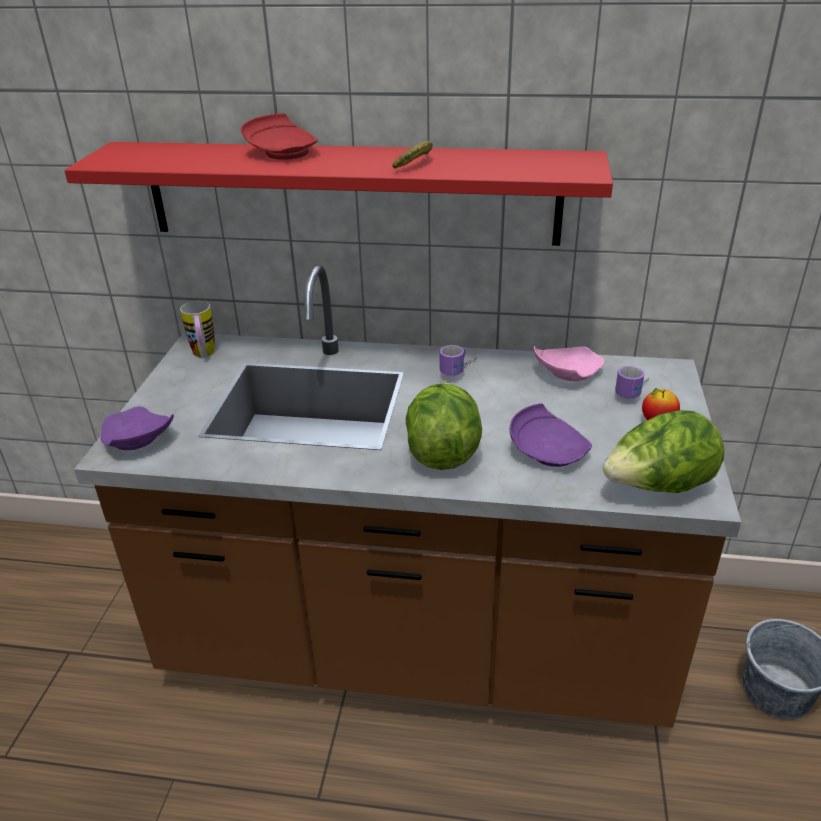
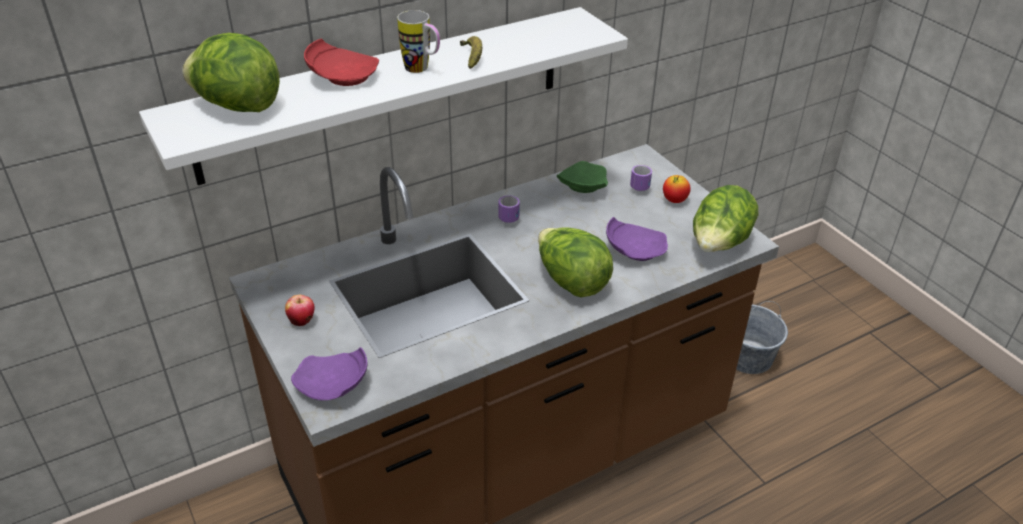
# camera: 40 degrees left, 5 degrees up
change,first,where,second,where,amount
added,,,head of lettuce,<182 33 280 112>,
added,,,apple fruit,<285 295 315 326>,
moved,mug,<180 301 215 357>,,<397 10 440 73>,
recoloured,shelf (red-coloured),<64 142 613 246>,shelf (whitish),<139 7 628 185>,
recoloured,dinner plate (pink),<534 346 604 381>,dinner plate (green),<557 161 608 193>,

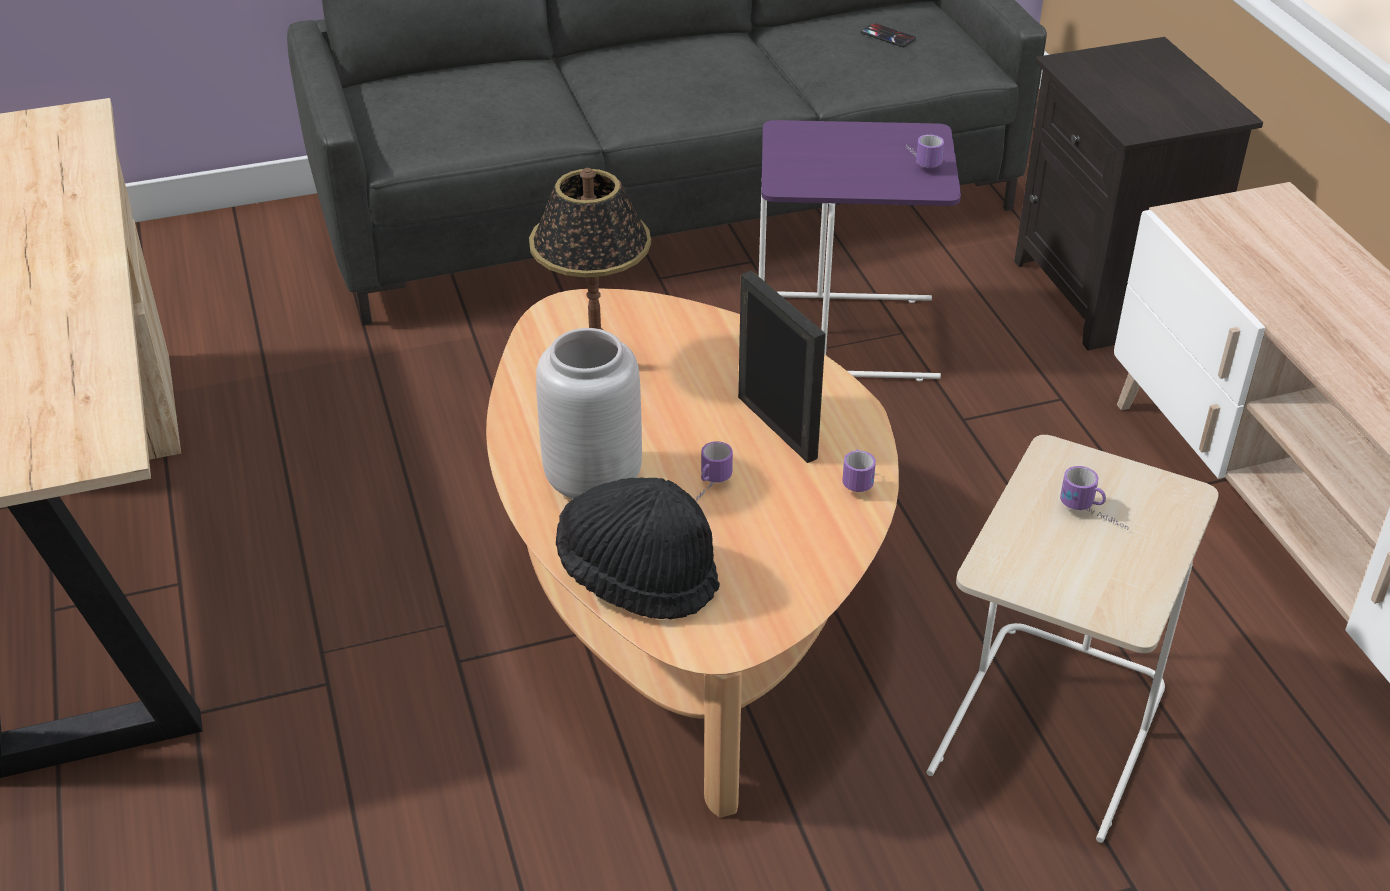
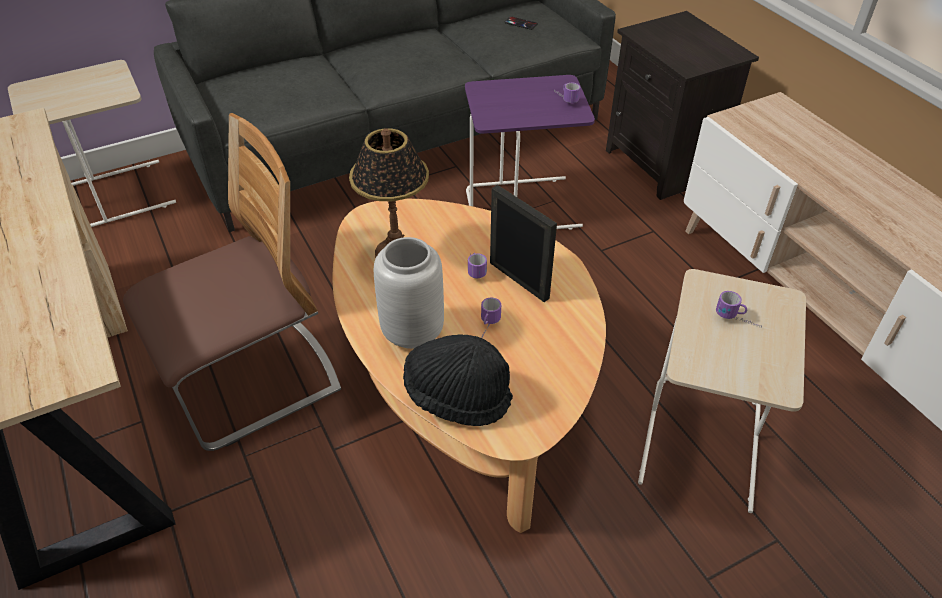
# camera: 10 degrees left, 5 degrees up
change,first,where,second,where,amount
added,,,end table (sand-coloured),<8 60 176 227>,
added,,,upright chair,<123 113 341 451>,
moved,mug,<842 449 876 492>,,<468 253 487 278>,

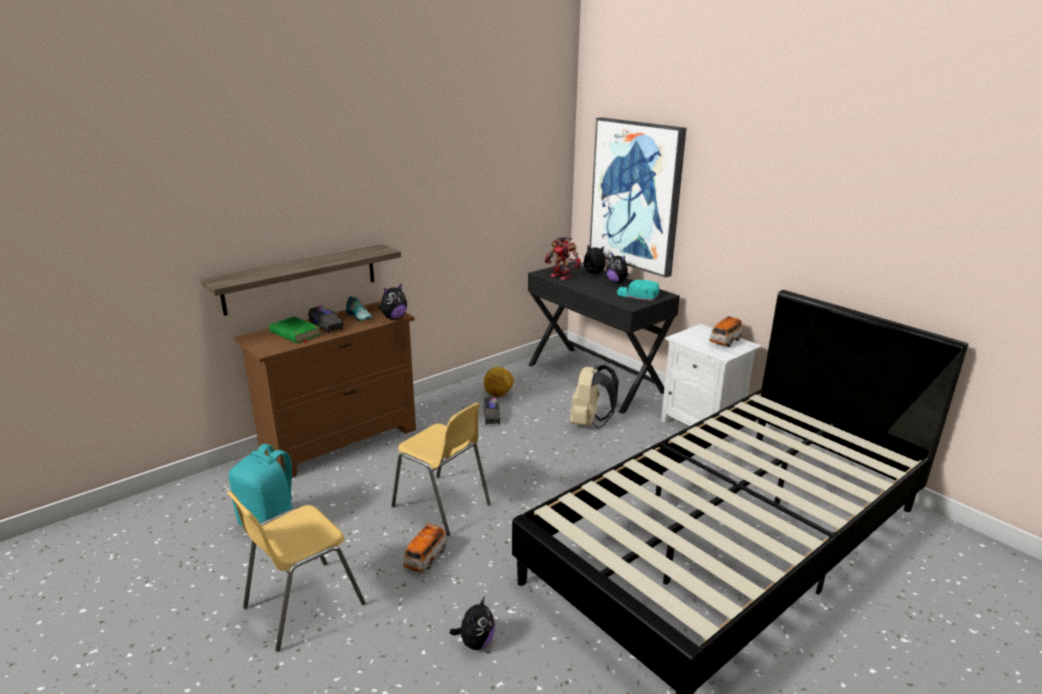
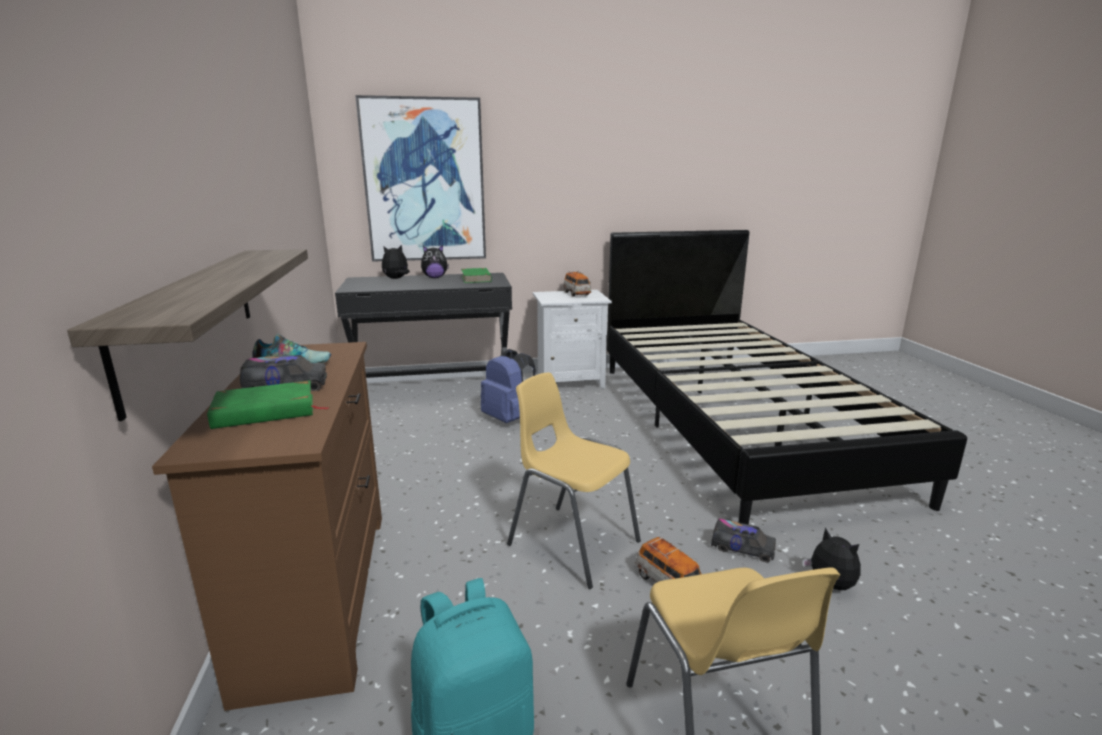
# camera: 60 degrees left, 5 degrees down
change,first,where,second,where,amount
removed,cuddly toy,<378 284 407 320>,,,
removed,football ball,<484 367 514 397>,,,
removed,model robot,<545 237 581 280>,,,
moved,toy truck,<484 397 500 425>,,<711 519 776 563>,
replaced,baseball cap (turquoise),<617 280 659 301>,bound book (green),<461 268 492 283>,
recoloured,backpack (sand-coloured),<570 365 619 428>,backpack (blue),<481 349 536 423>,
turned,upright chair (yellow-coloured),<392 402 491 536>,,<507 372 641 589>,120 degrees counterclockwise

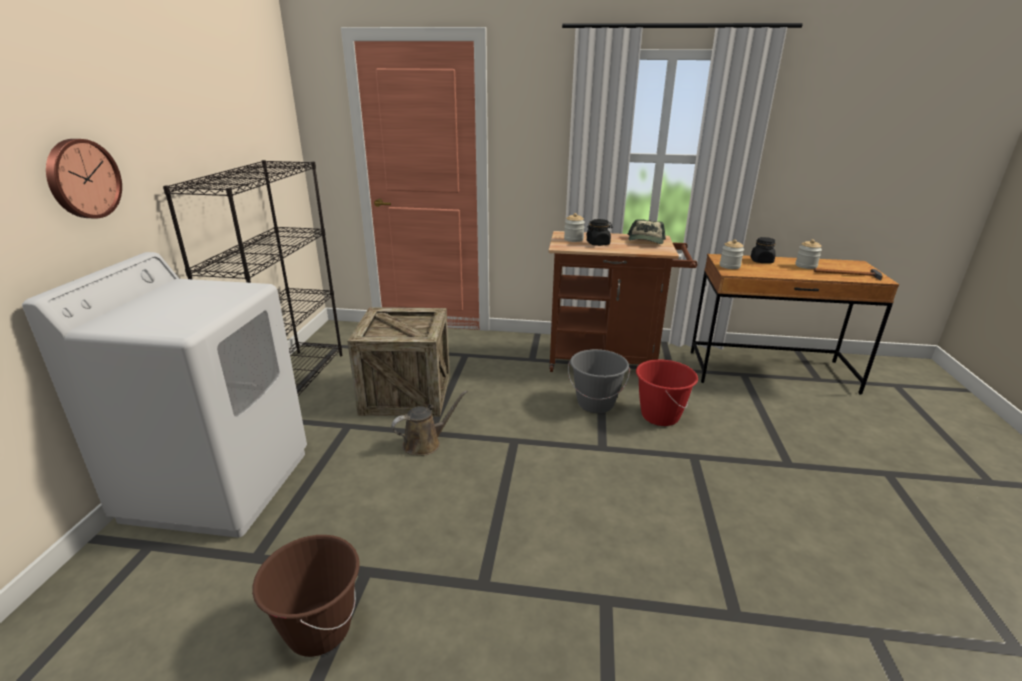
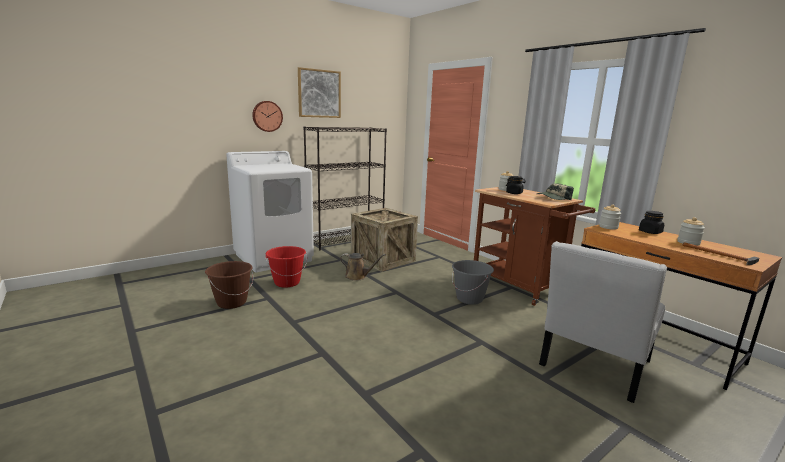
# camera: 45 degrees right, 10 degrees down
change,first,where,second,where,amount
added,,,picture,<298 67 341 118>,
added,,,upright chair (whitish),<539 241 667 403>,
moved,water bucket (red-coloured),<636 359 698 426>,,<265 246 307 288>,

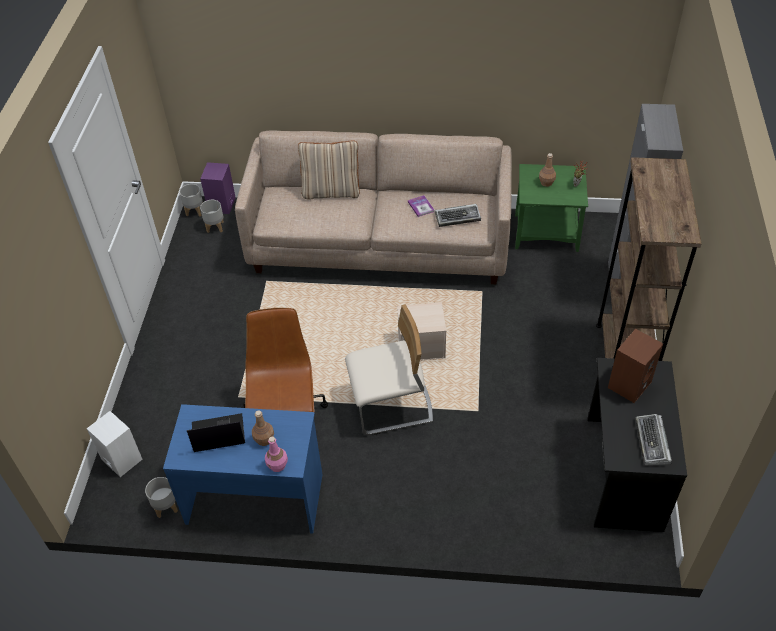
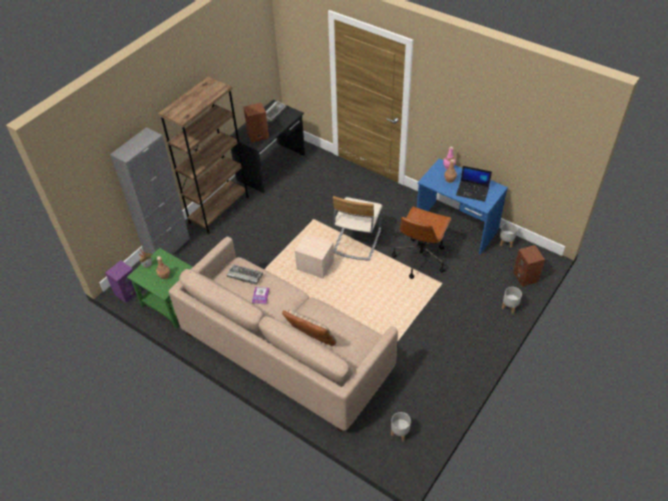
# camera: 150 degrees left, 0 degrees up
change,first,where,second,where,amount
moved,flower pot (greyish),<180 184 203 217>,,<502 287 522 314>,
moved,loudspeaker (purple-coloured),<200 162 236 214>,,<105 260 141 303>,
recoloured,loudspeaker (whitish),<87 411 142 477>,loudspeaker (brown),<513 245 545 287>,
turned,upright chair (sand-coloured),<345 305 433 435>,,<333 196 383 261>,90 degrees counterclockwise

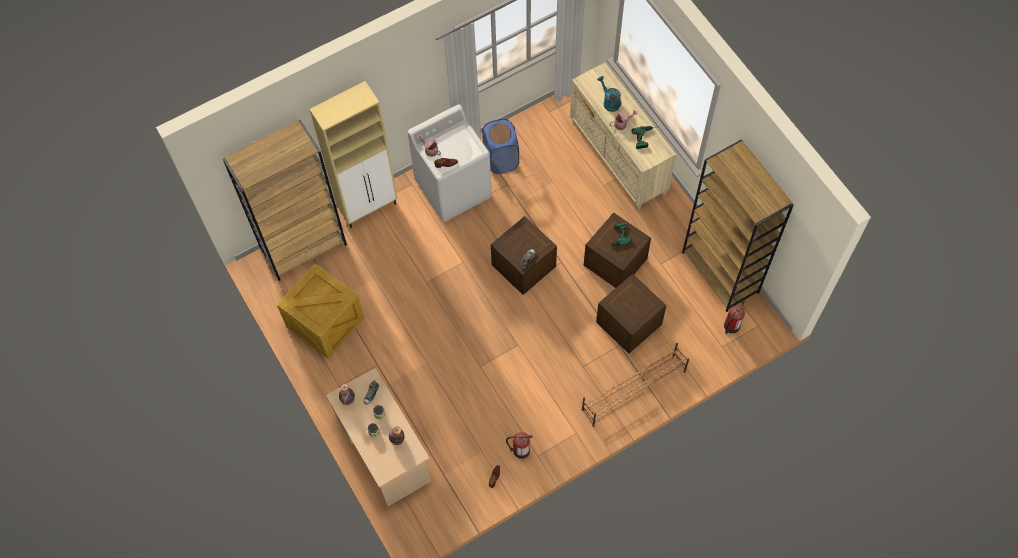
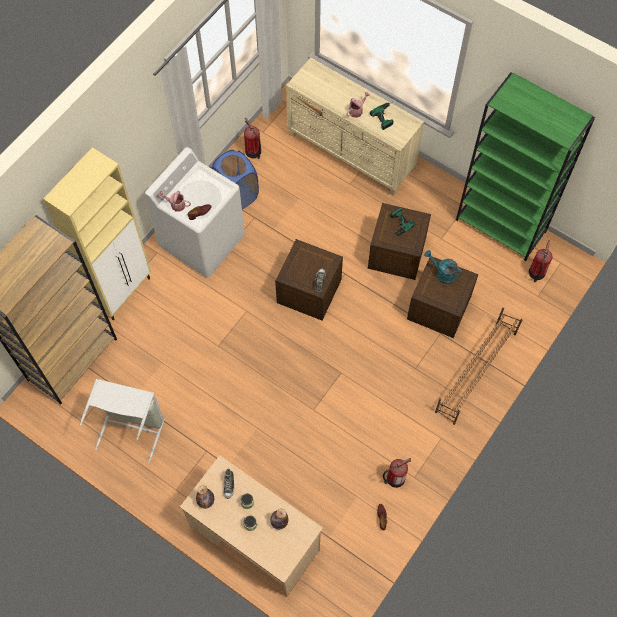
# camera: 25 degrees left, 0 degrees up
change,first,where,second,where,amount
added,,,extinguisher,<244 118 261 159>,
moved,sprinkling can (turquoise),<597 76 622 112>,,<424 250 462 284>,
replaced,packing crate,<277 264 365 359>,washing basket (greyish),<80 379 164 464>,
recoloured,shelving unit (brown),<682 140 794 312>,shelving unit (green),<456 72 595 261>,

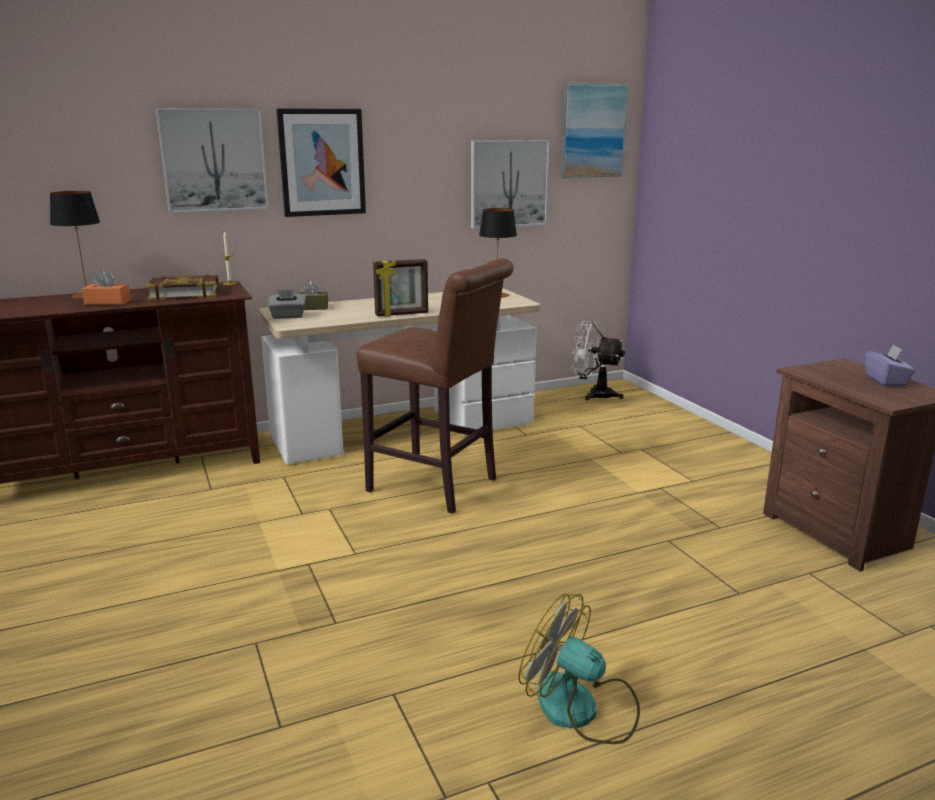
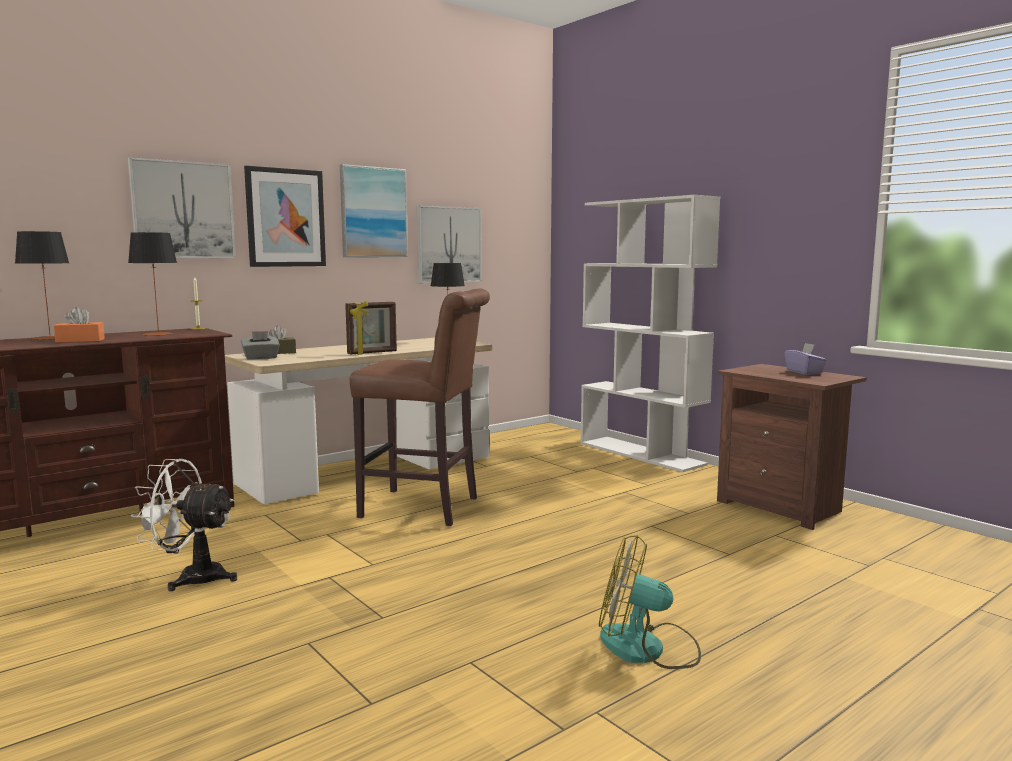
# camera: 15 degrees left, 10 degrees down
change,first,where,second,where,amount
added,,,shelving unit (whitish),<581 195 720 472>,
moved,picture,<560 82 629 178>,,<340 164 408 257>,
moved,cooling fan (whitish),<571 321 625 401>,,<131 459 237 591>,
replaced,bound book,<145 274 219 300>,tabletop lamp,<128 232 177 336>,

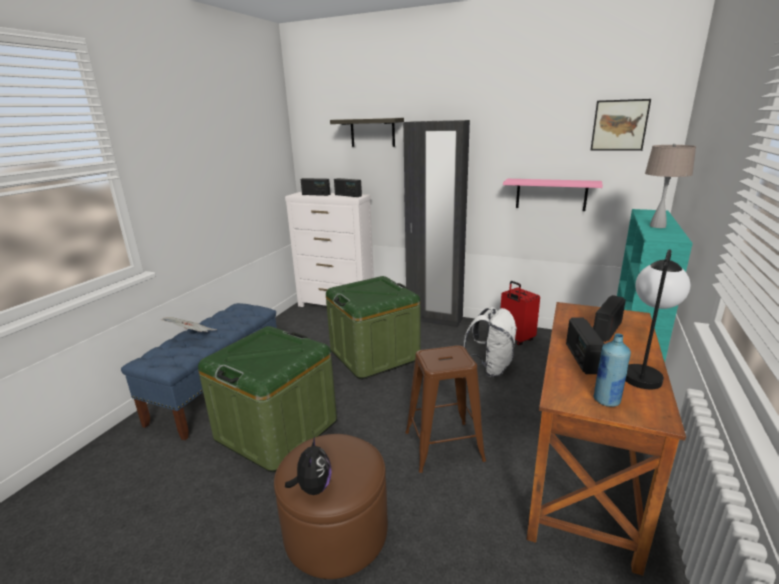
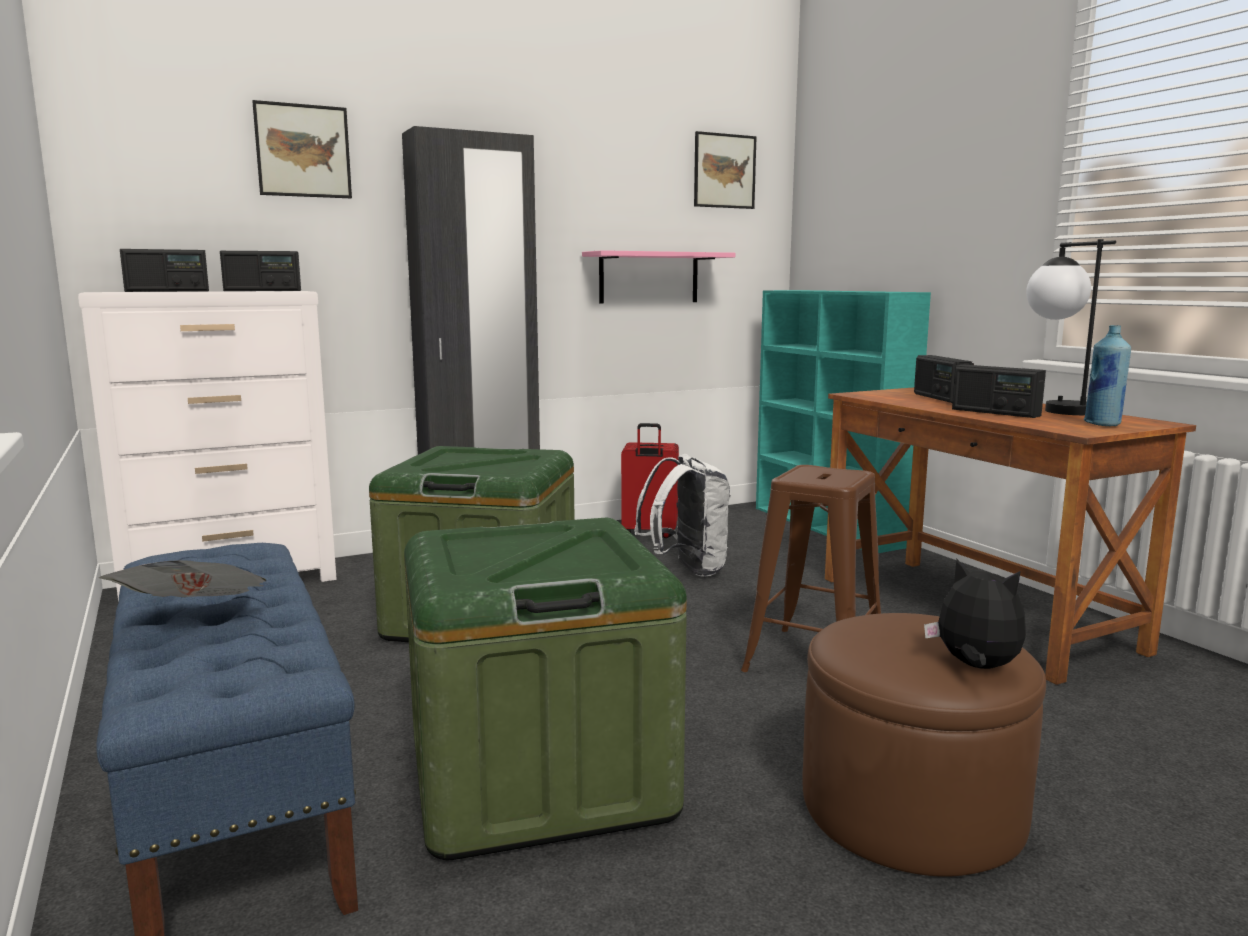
# camera: 50 degrees left, 10 degrees down
change,first,where,second,where,amount
removed,tabletop lamp (sand-coloured),<645 144 696 228>,,,
replaced,shelf,<330 118 404 147>,picture,<252 100 352 198>,

